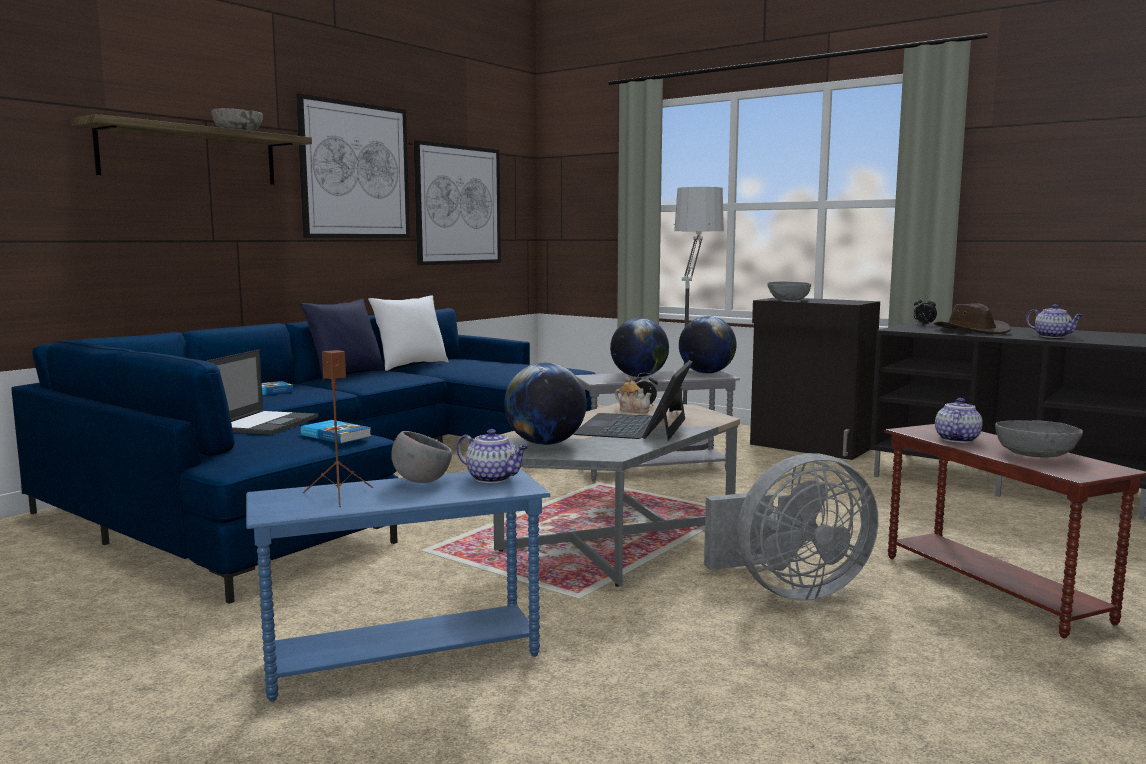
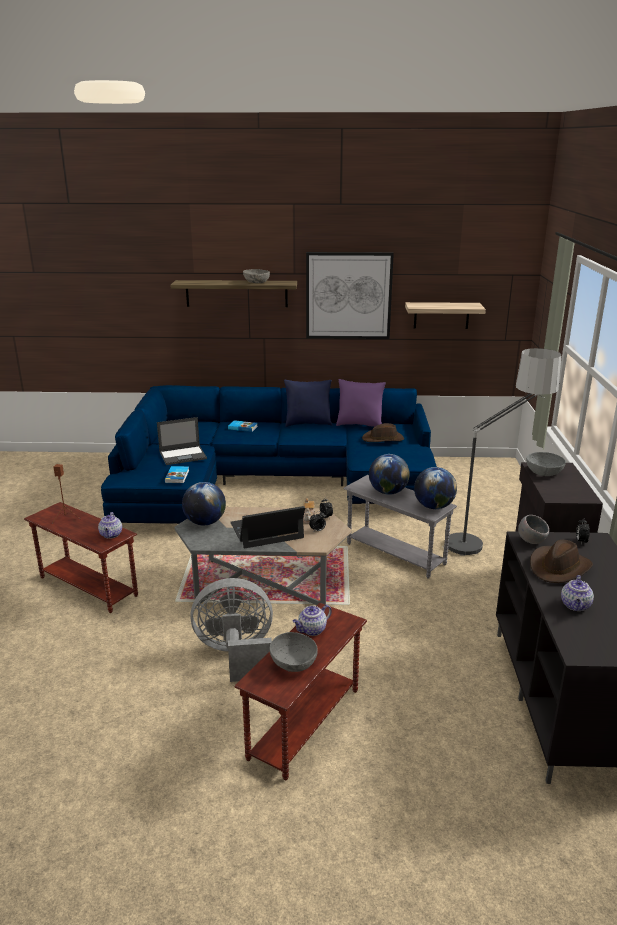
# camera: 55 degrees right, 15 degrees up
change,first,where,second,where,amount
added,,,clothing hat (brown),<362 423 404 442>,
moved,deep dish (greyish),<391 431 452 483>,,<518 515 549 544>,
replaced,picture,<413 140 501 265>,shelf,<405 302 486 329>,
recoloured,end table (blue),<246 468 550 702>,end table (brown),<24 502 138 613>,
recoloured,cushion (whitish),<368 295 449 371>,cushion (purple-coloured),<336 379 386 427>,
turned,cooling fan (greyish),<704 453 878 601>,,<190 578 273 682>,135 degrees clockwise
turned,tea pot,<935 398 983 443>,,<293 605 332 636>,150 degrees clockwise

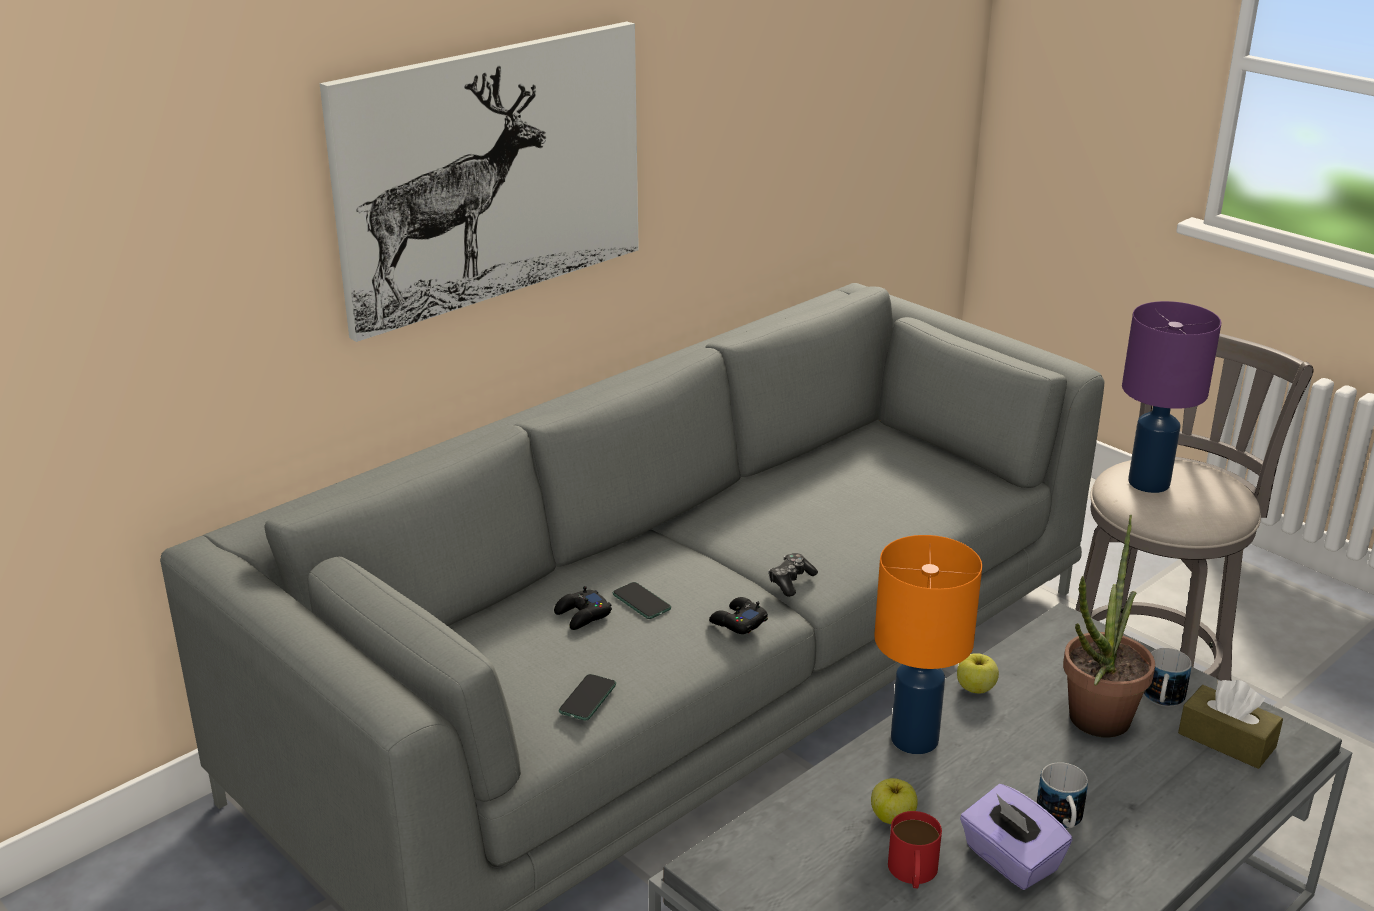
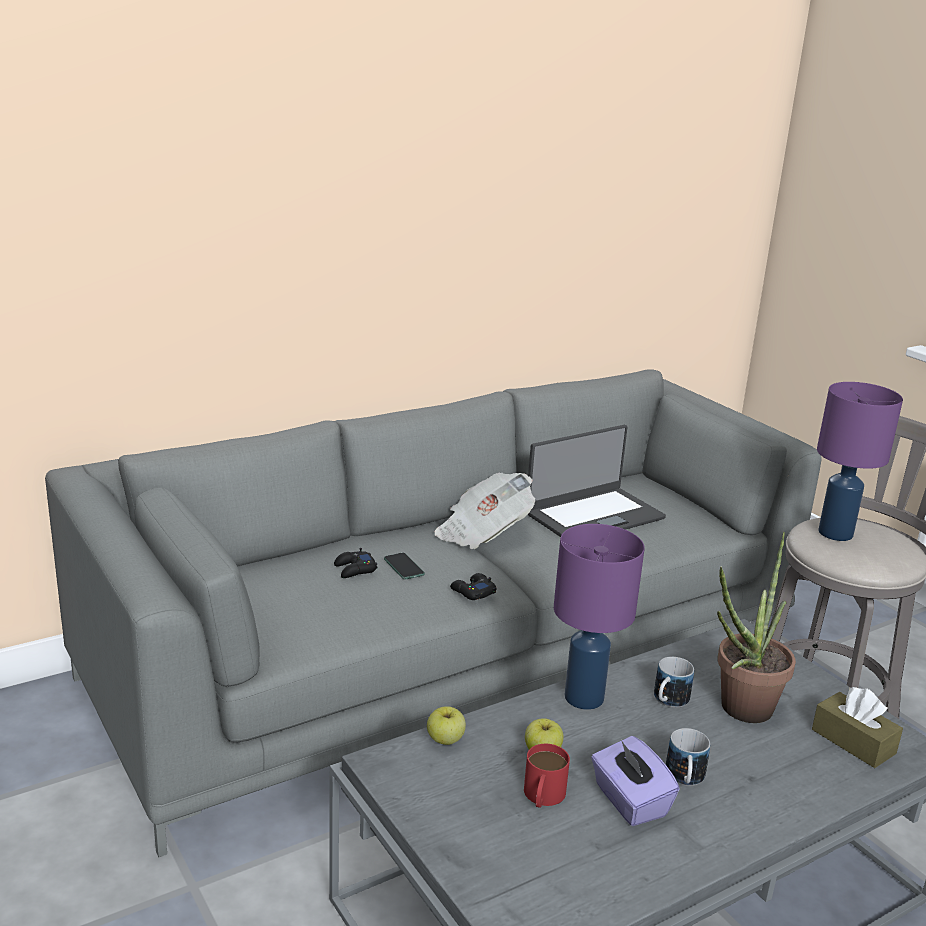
# camera: 10 degrees right, 5 degrees down
change,first,where,second,where,amount
removed,picture,<320 22 639 342>,,,
removed,telephone,<559 674 616 720>,,,
removed,joypad,<768 553 818 597>,,,
added,,,printed paper,<434 473 535 549>,
added,,,notebook computer,<528 425 666 537>,
moved,apple fruit,<957 653 999 693>,,<427 706 466 745>,
moved,mug,<1143 648 1192 707>,,<654 657 694 708>,
recoloured,tabletop lamp (orangey),<874 535 982 754>,tabletop lamp (purple-coloured),<554 524 645 710>,

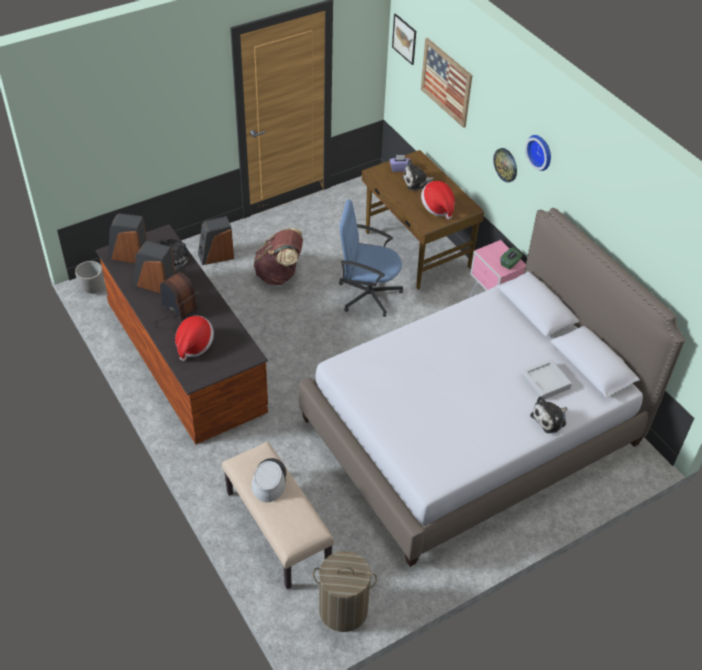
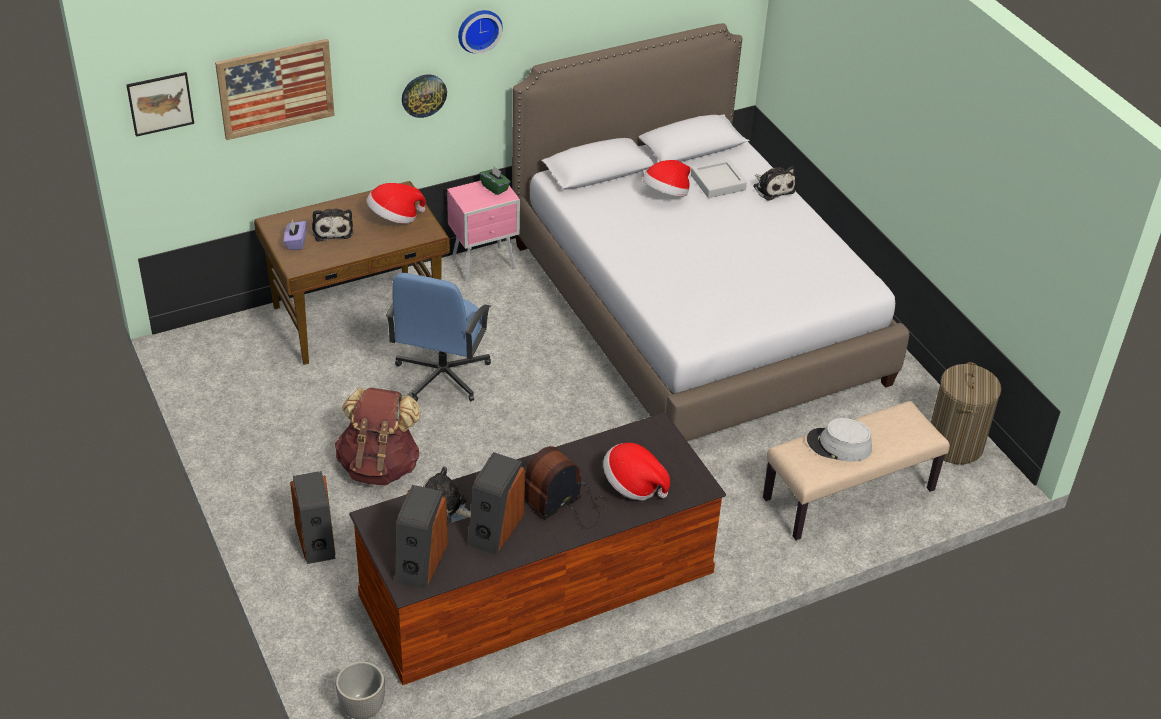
# camera: 85 degrees left, 5 degrees down
change,first,where,second,where,amount
added,,,clothing hat,<642 160 691 197>,

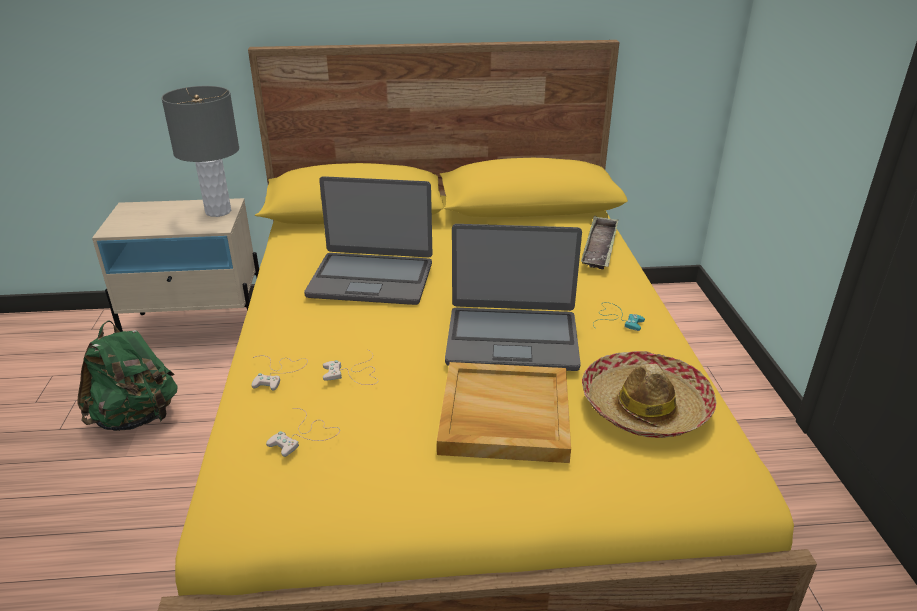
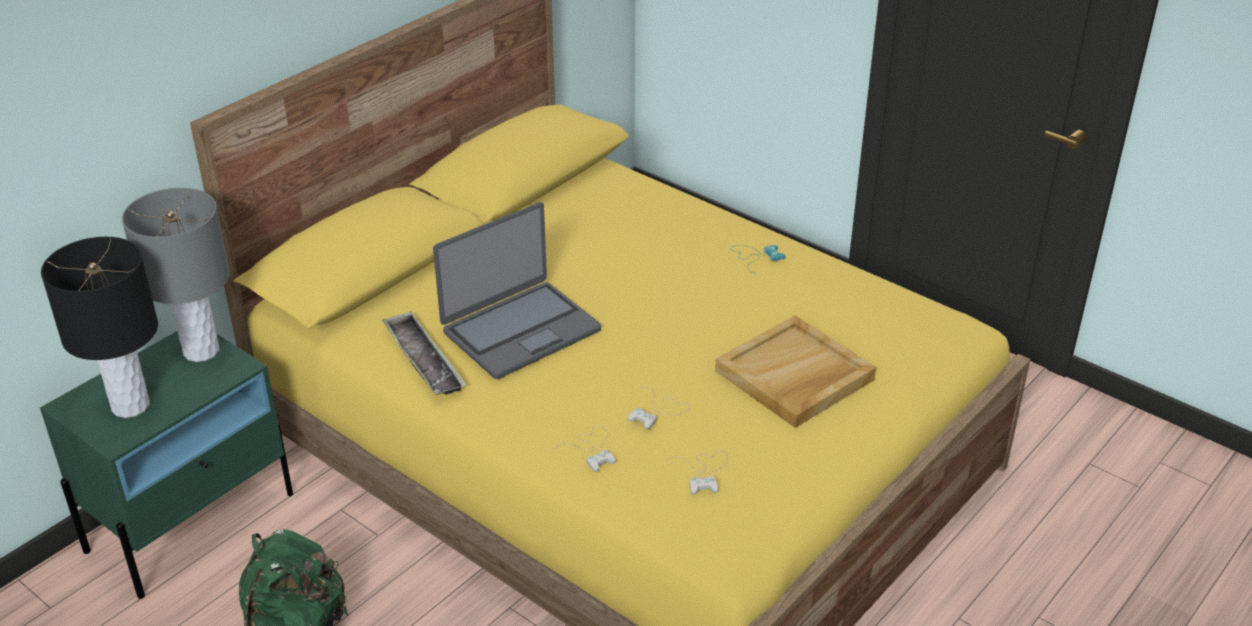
# camera: 45 degrees left, 5 degrees up
change,first,where,second,where,amount
removed,notebook computer,<445 224 582 371>,,,
removed,clothing hat,<582 351 716 438>,,,
added,,,tabletop lamp (blackish),<41 237 158 418>,
moved,serving tray,<581 216 619 270>,,<382 311 467 395>,
recoloured,bedside table (sand-coloured),<92 198 259 332>,bedside table (green),<40 331 293 599>,

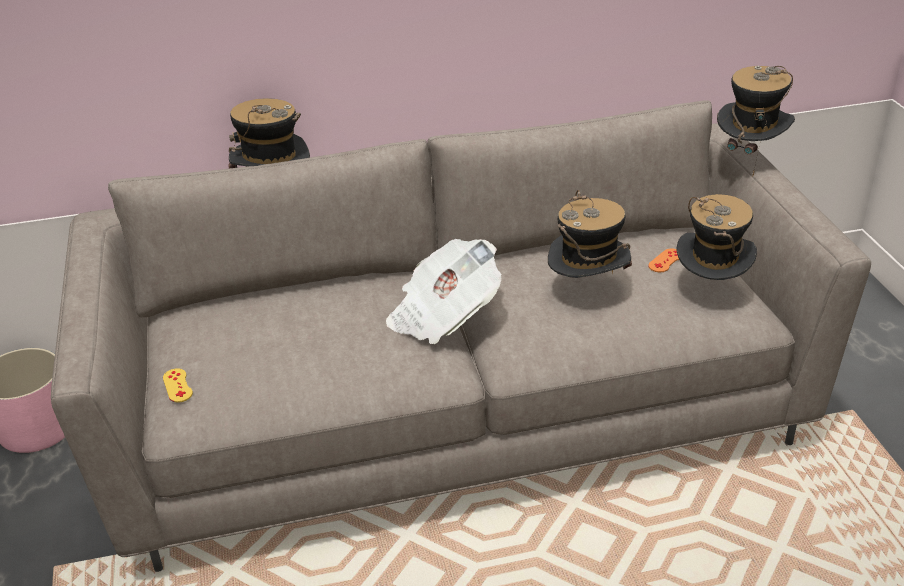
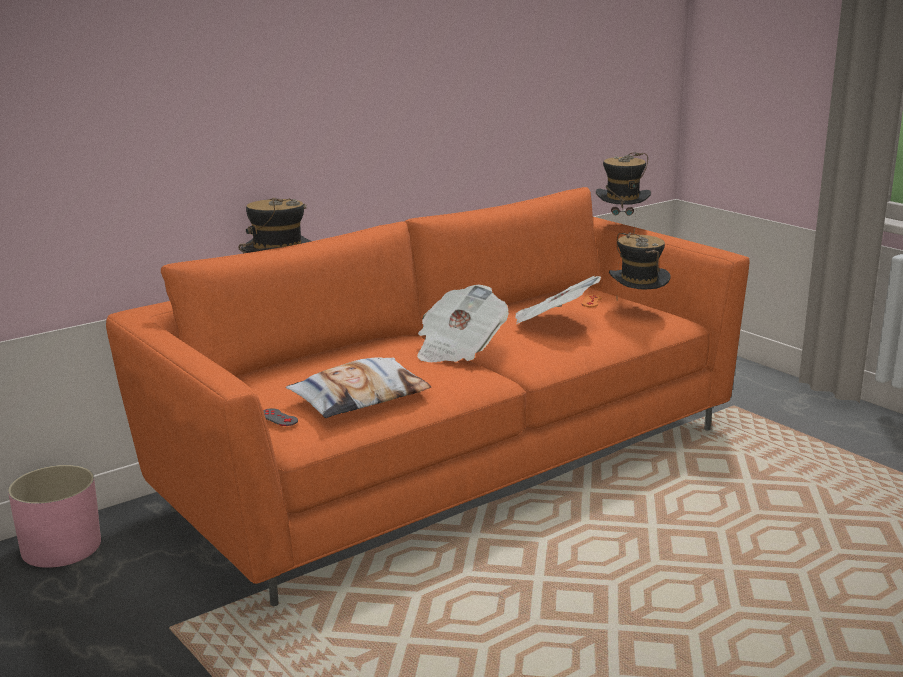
# camera: 25 degrees left, 15 degrees down
change,first,where,second,where,amount
added,,,cushion,<286 357 431 418>,
replaced,clothing hat,<548 190 632 278>,printed paper,<515 276 601 324>,
recoloured,settee (sand-coloured),<51 100 871 572>,settee (orangey),<106 187 749 606>,
recoloured,joypad (yellow-coloured),<163 369 193 403>,joypad (greyish),<263 408 298 426>,

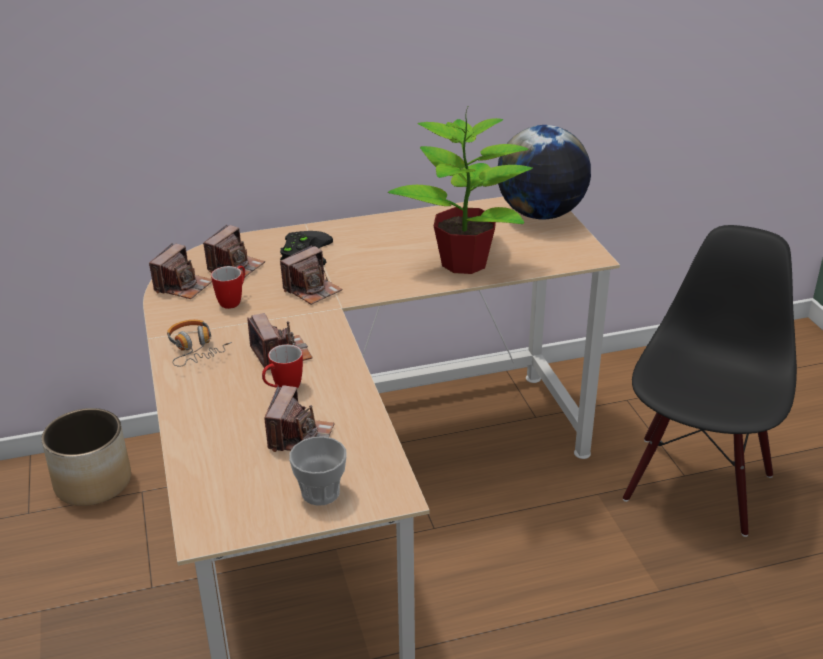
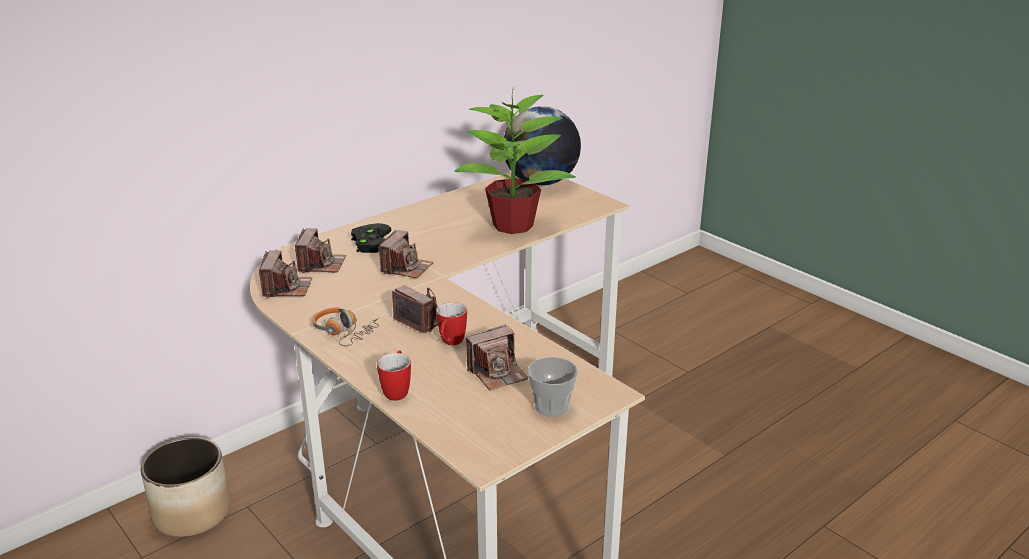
# camera: 25 degrees left, 5 degrees down
change,first,where,second,where,amount
removed,upright chair (blackish),<623 225 797 537>,,,
moved,mug,<211 266 245 309>,,<377 350 411 401>,
turned,photo camera,<265 385 334 452>,,<466 324 529 391>,75 degrees clockwise

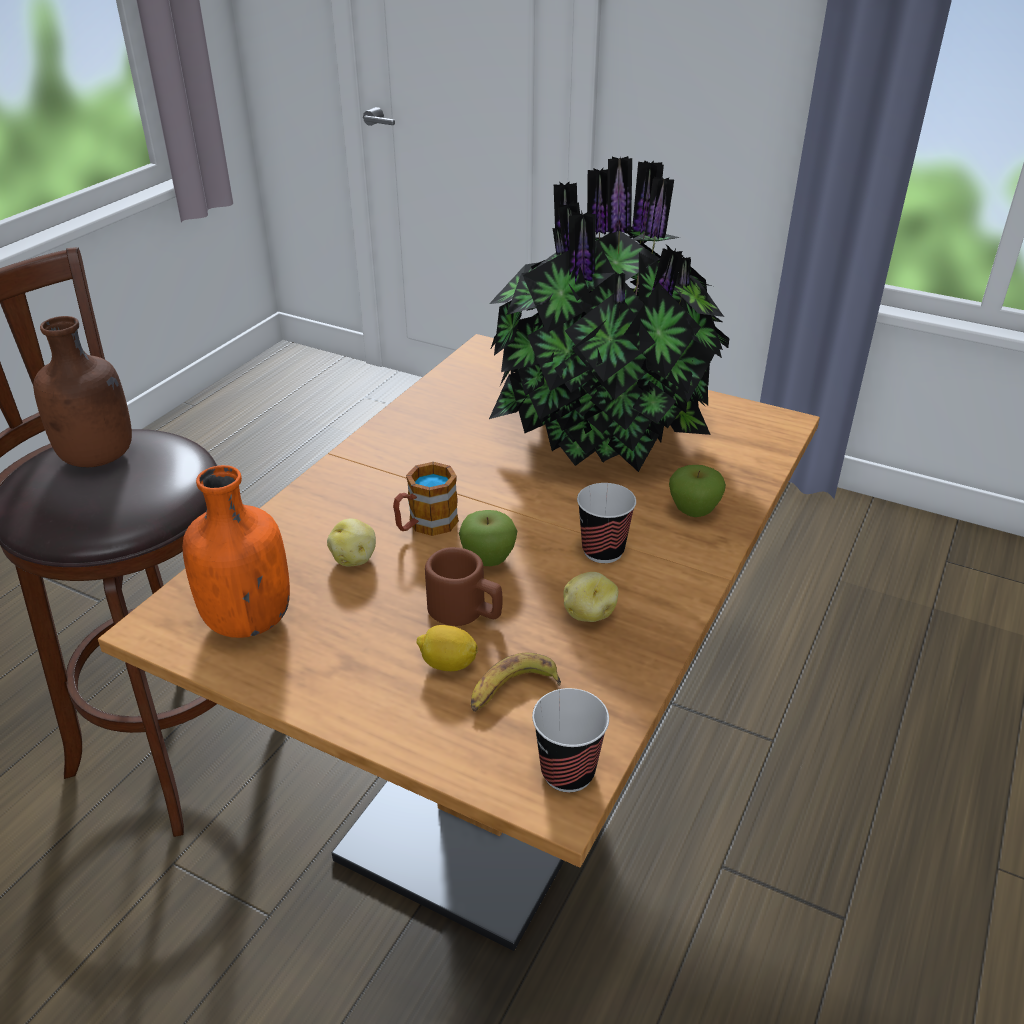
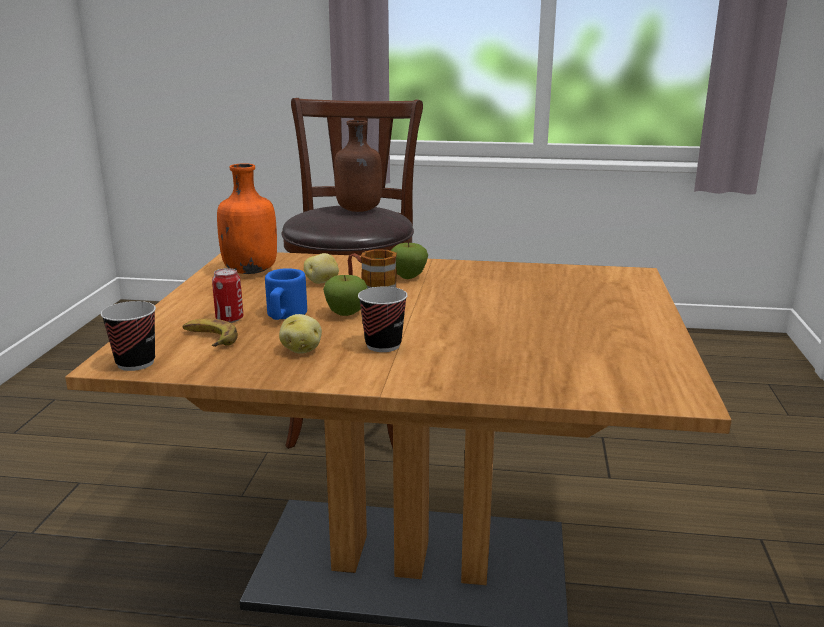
# camera: 70 degrees right, 15 degrees down
change,first,where,second,where,amount
removed,potted plant,<489 156 729 472>,,,
moved,apple fruit,<669 465 726 517>,,<391 243 428 279>,
replaced,lemon,<416 625 478 671>,can,<212 268 244 323>,
recoloured,mug (brown),<425 547 502 626>,mug (blue),<265 268 307 320>,

